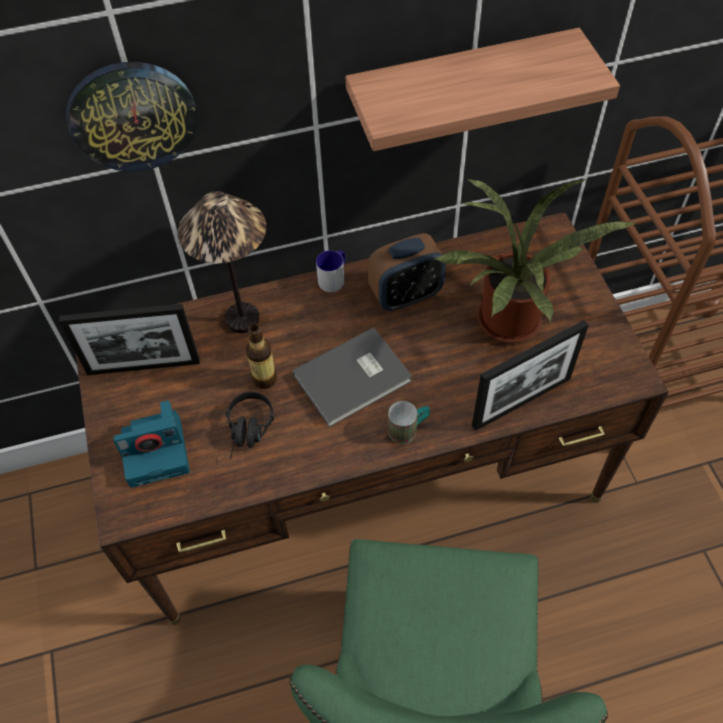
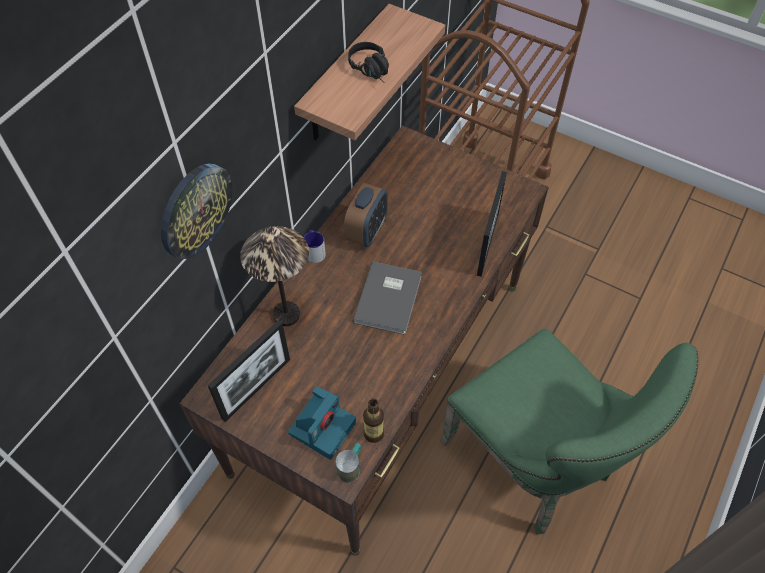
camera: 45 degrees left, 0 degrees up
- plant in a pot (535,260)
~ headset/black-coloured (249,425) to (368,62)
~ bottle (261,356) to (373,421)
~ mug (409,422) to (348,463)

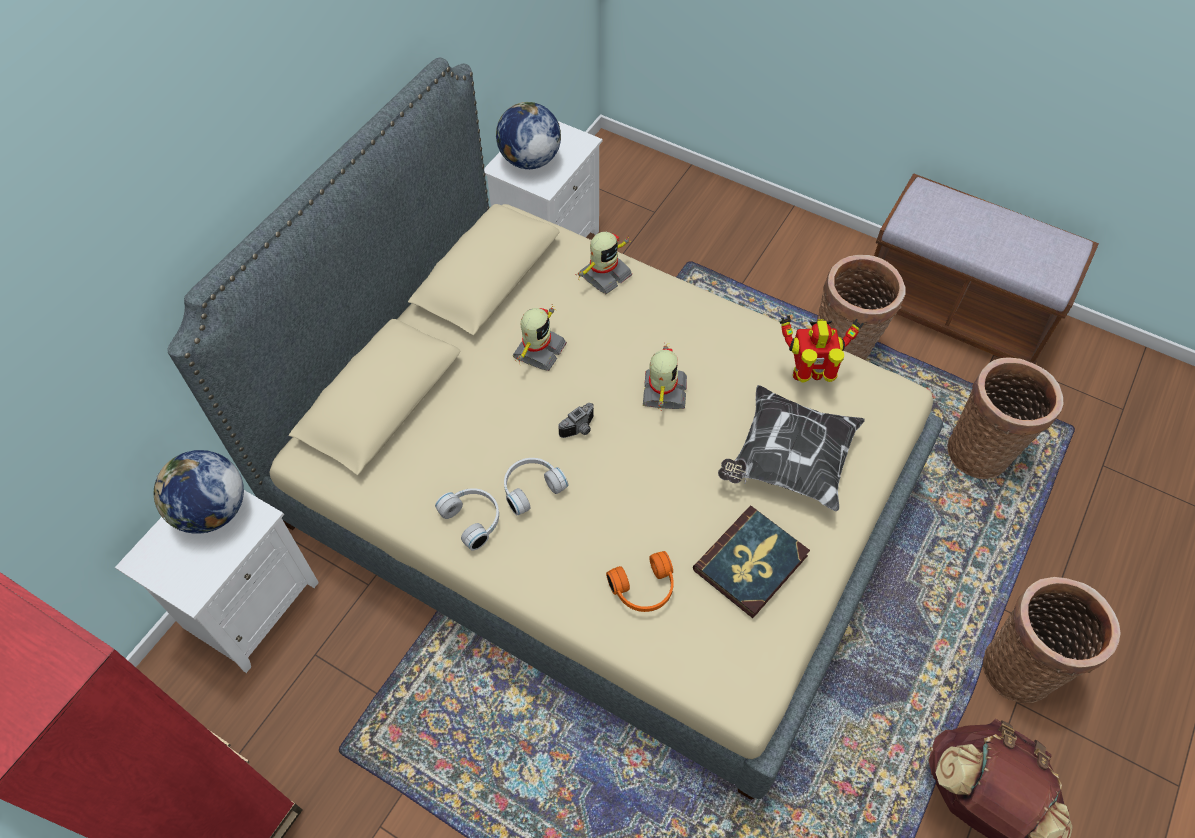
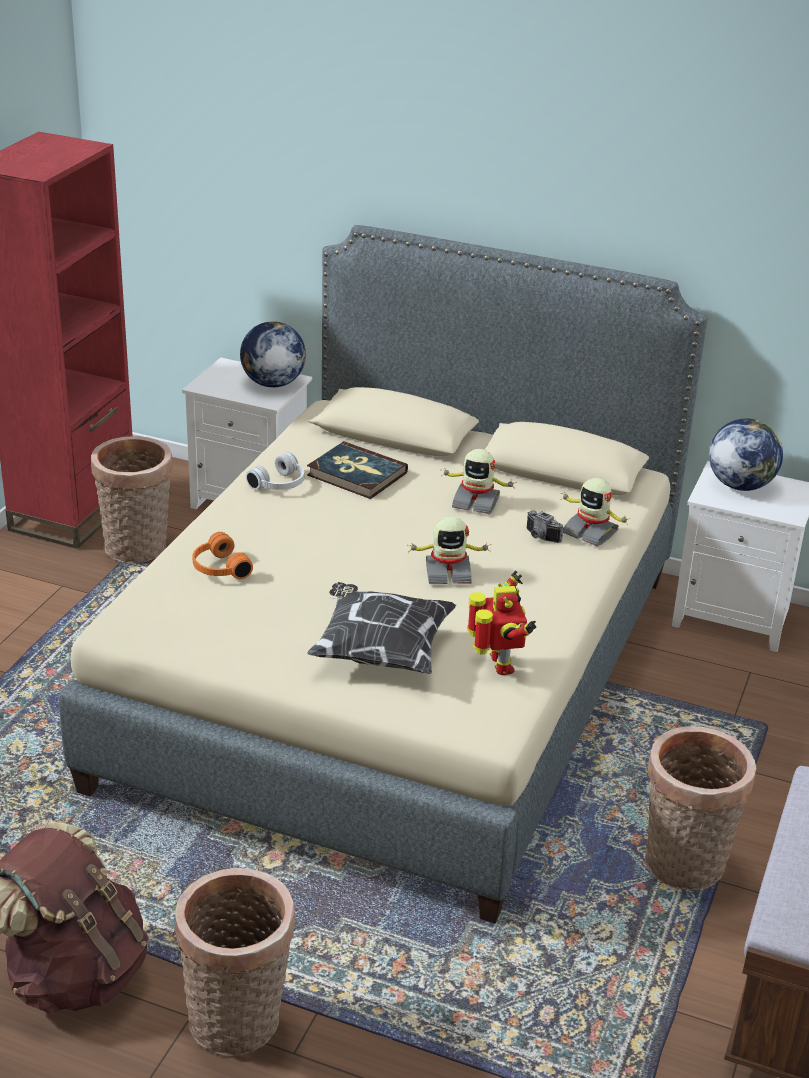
camera: 80 degrees right, 25 degrees down
- headset/white-coloured (536,486)
~ still camera (576,420) to (545,526)
~ bound book (751,562) to (357,470)
~ household basket (1005,418) to (132,499)

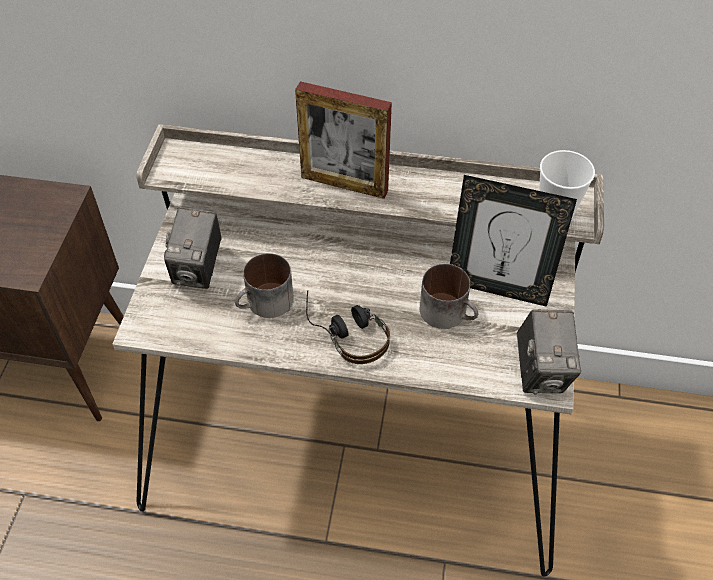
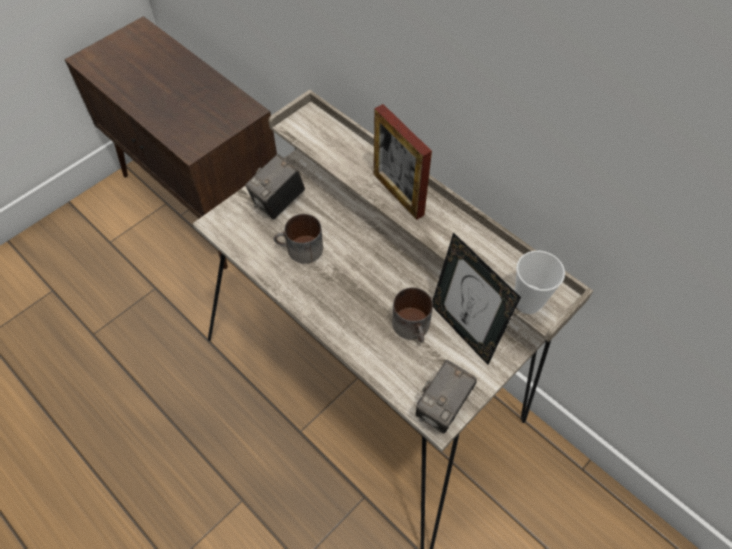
camera: 35 degrees right, 5 degrees up
- headset (348,327)

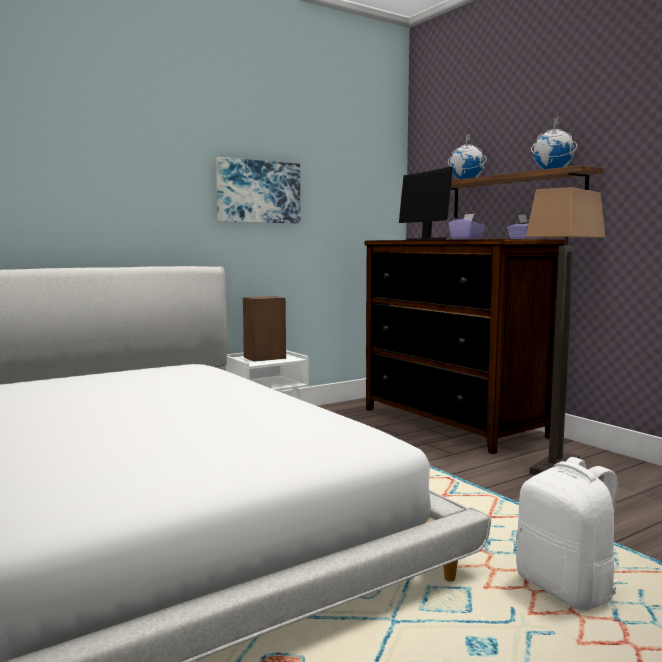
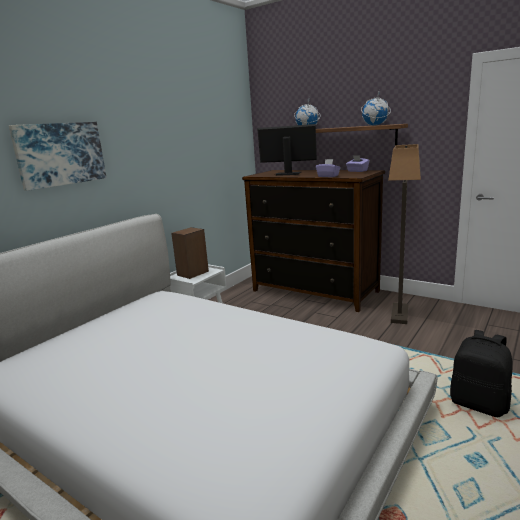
camera: 20 degrees left, 10 degrees up
~ picture (258,190) to (58,156)
~ backpack/white-coloured (568,533) to backpack/black-coloured (481,373)
~ computer display (426,203) = (287,150) 150 degrees clockwise

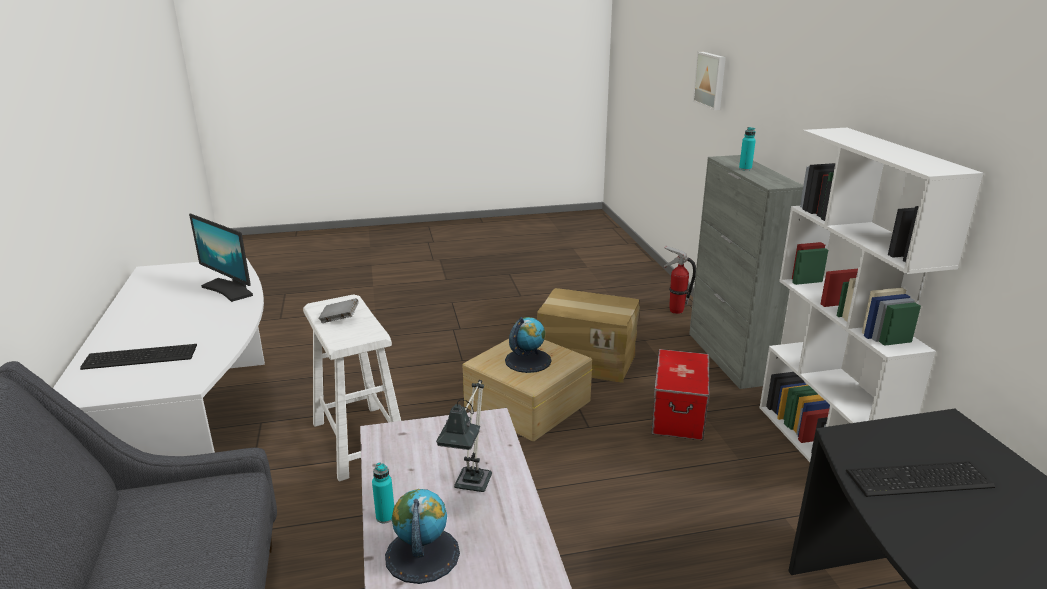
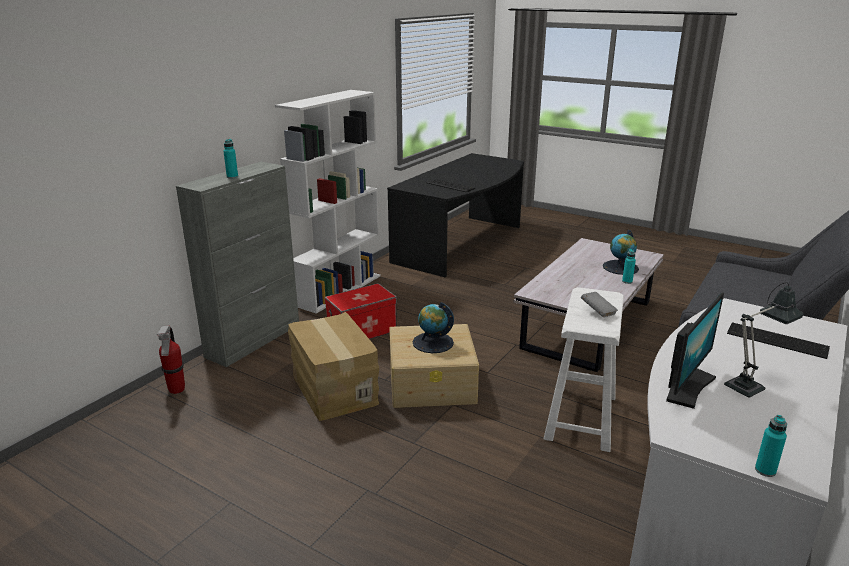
camera: 135 degrees left, 0 degrees up
- picture (709,81)
+ bottle/blue-green (771,446)
~ table lamp (464,436) to (764,339)
~ computer display (221,257) = (695,350) 45 degrees clockwise

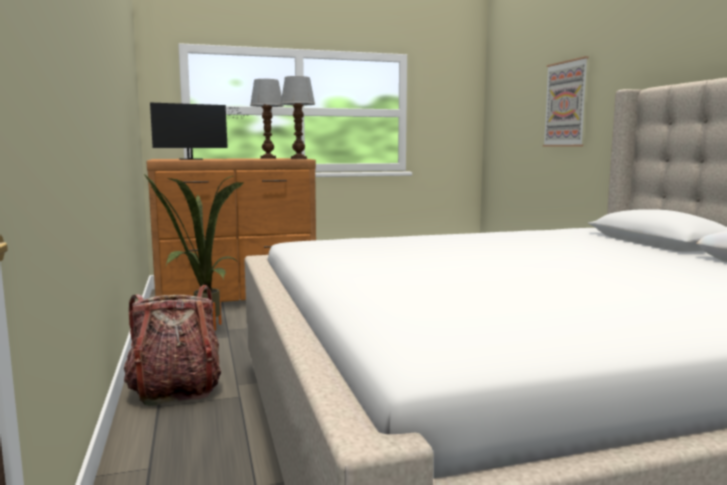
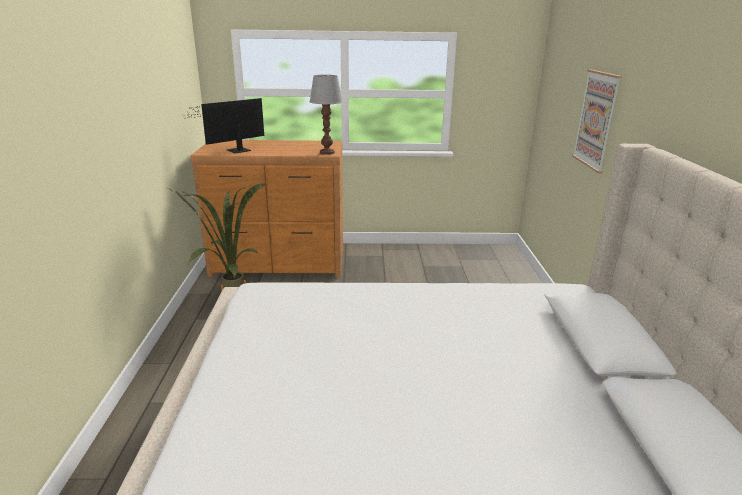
camera: 15 degrees right, 15 degrees up
- backpack (172,345)
- table lamp (267,119)
~ computer display (197,131) = (222,126) 150 degrees clockwise

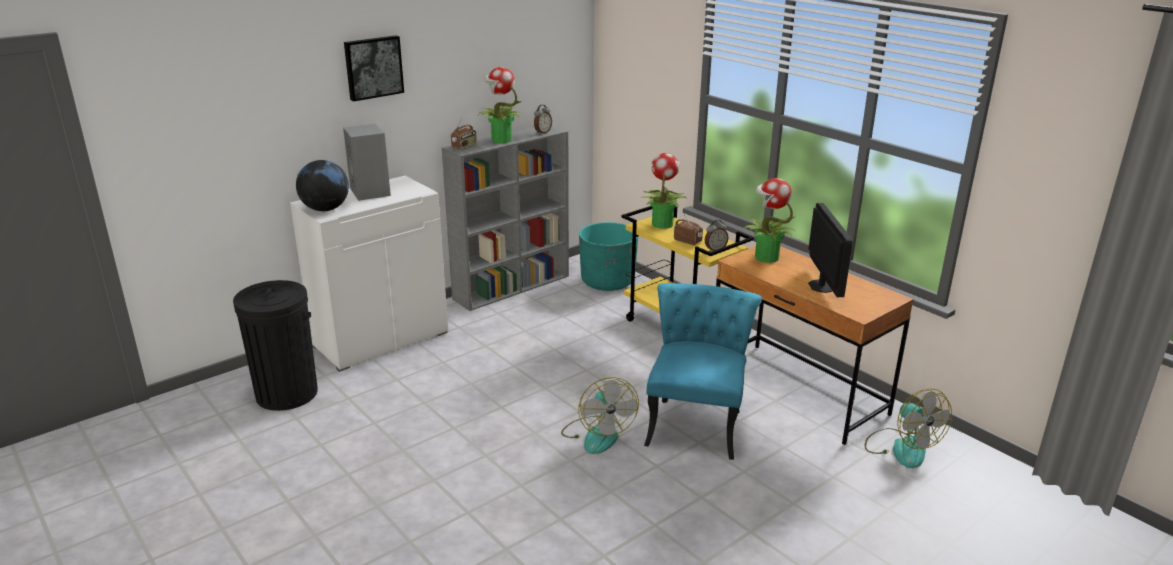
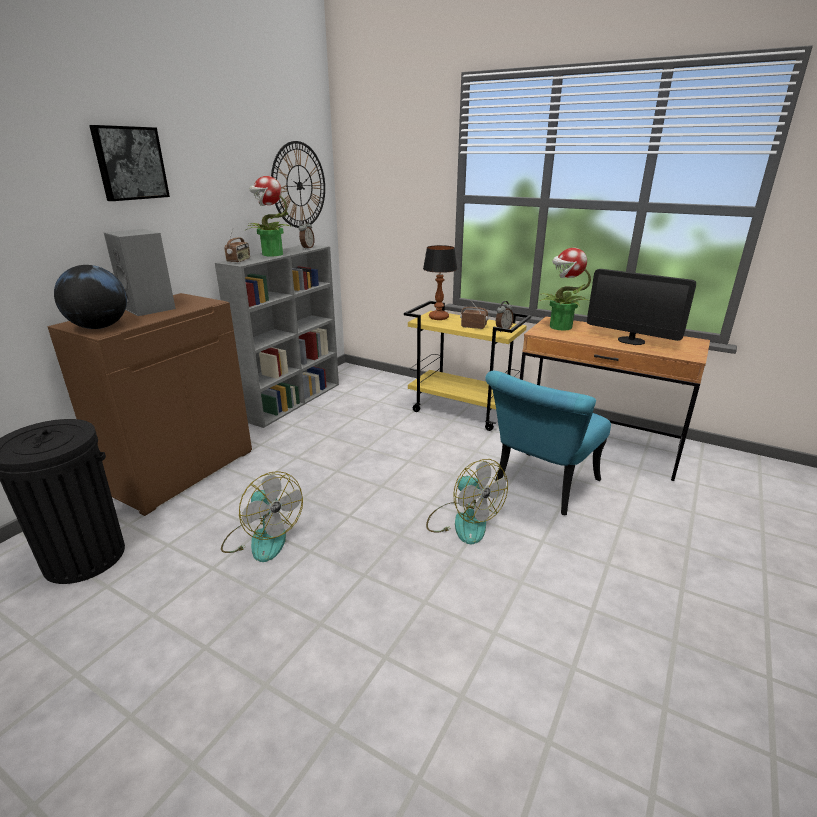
camera: 20 degrees left, 0 degrees up
- plant pot/blue-green (608,256)
+ wall clock (298,184)
~ electric fan (908,428) to (262,516)
~ plant in a pot (664,191) to table lamp (440,282)
~ storage cabinet/white-coloured (369,274) to storage cabinet/brownish (149,404)
~ plain chair/blue-green (703,371) = (548,443) 135 degrees counterclockwise
~ computer display (830,250) = (641,307) 150 degrees clockwise

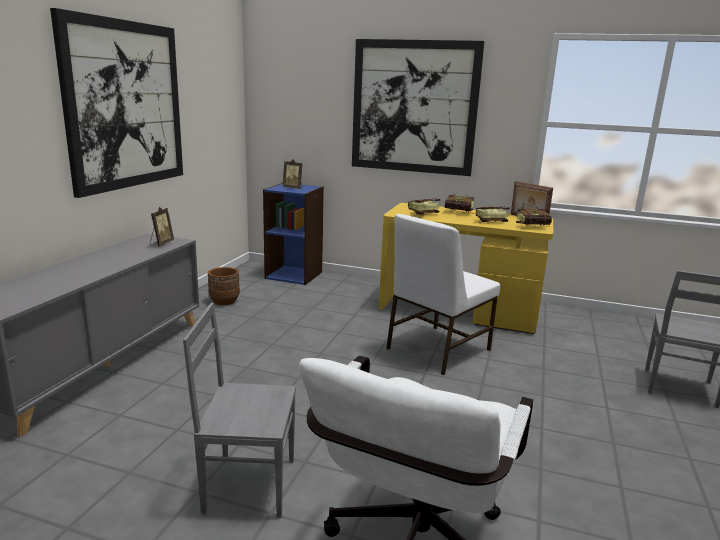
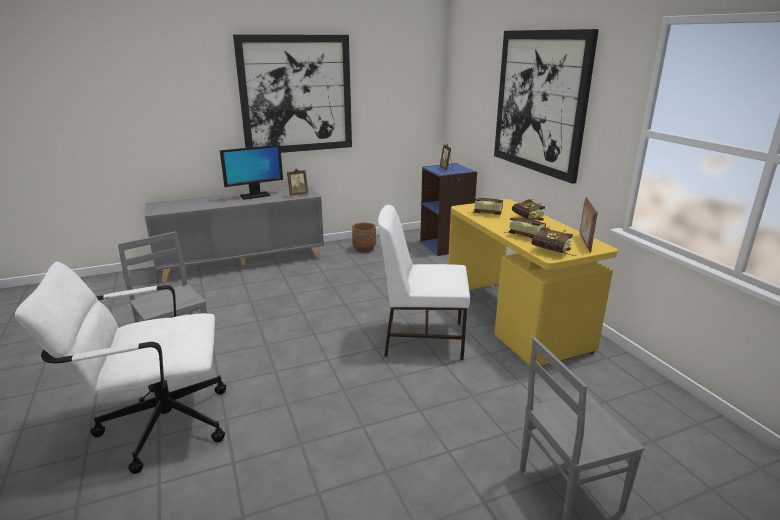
camera: 50 degrees right, 5 degrees up
+ computer display (251,172)

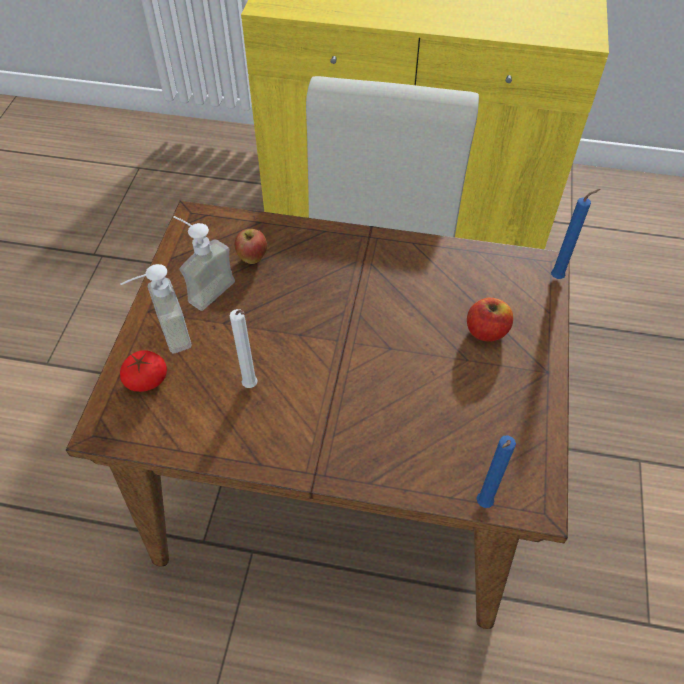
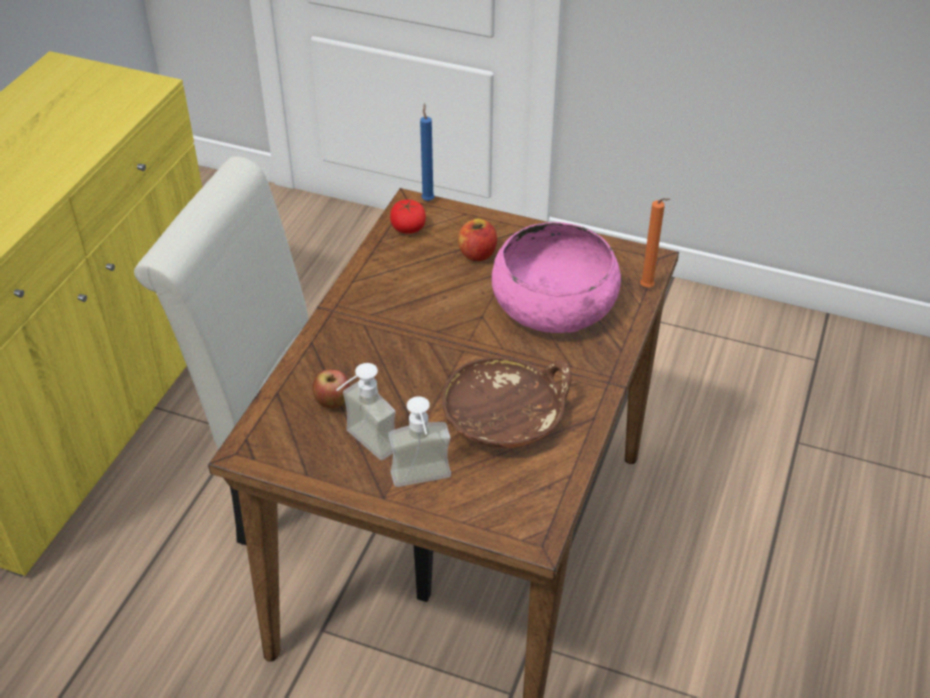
camera: 80 degrees left, 10 degrees down
+ serving bowl/pinkish (556,277)
~ whole tomato (143,371) to (408,217)
~ wax candle/white-coloured (244,348) to serving bowl/brownish (507,402)
~ wax candle/bluish (496,471) to wax candle/orange (655,243)

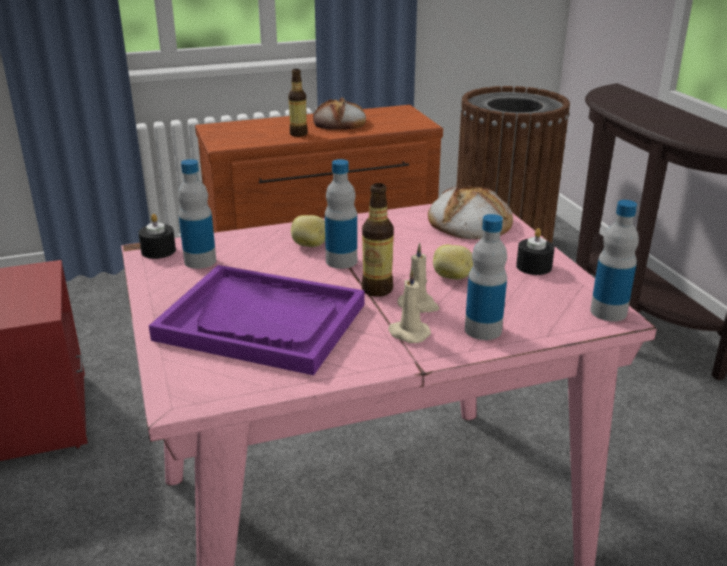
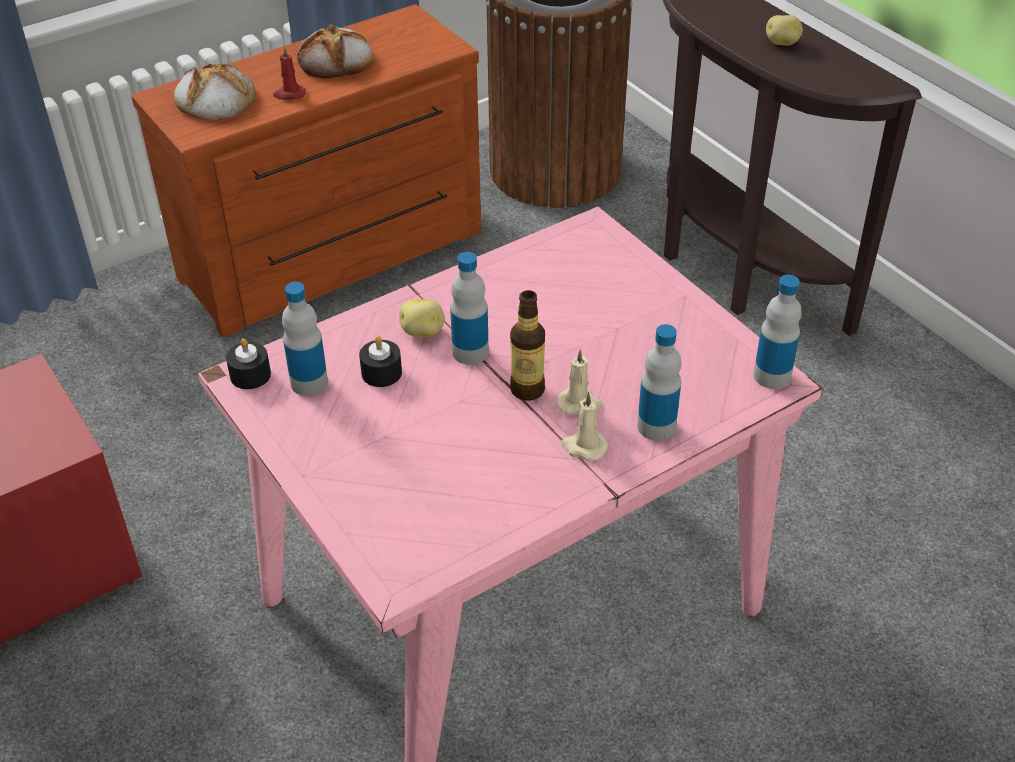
camera: 15 degrees left, 15 degrees up
- carrying tray/purplish (256,320)
~ bread (470,212) to (215,91)
~ whole potato (453,262) to (784,30)
~ wax candle/black-coloured (535,251) to (380,361)
~ bottle (298,103) to wax candle/red-coloured (289,73)

